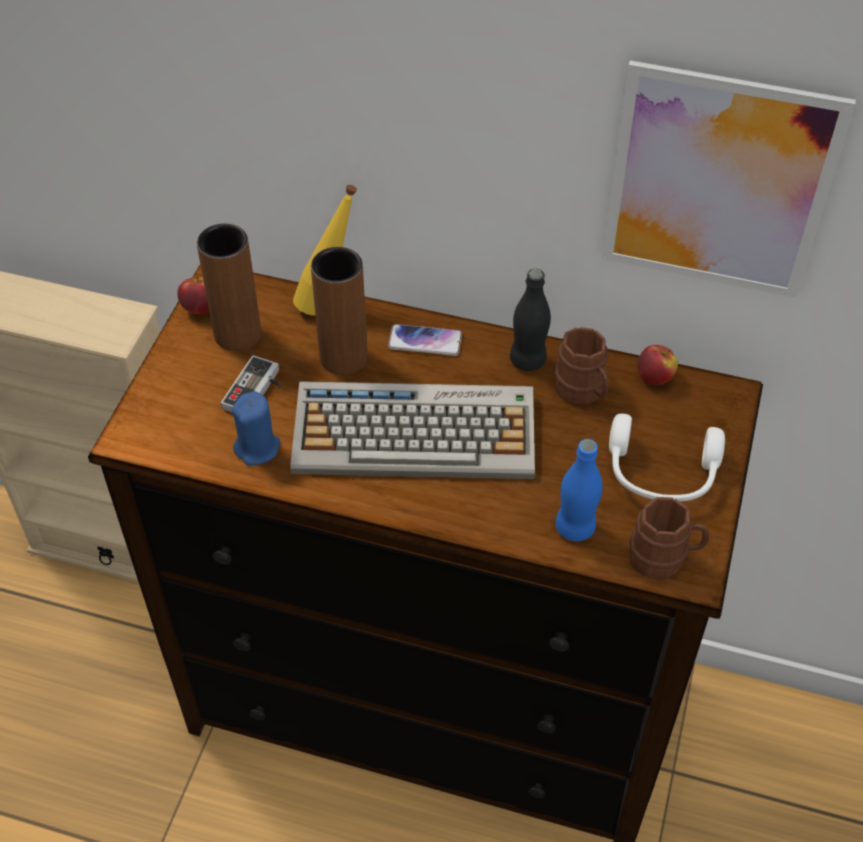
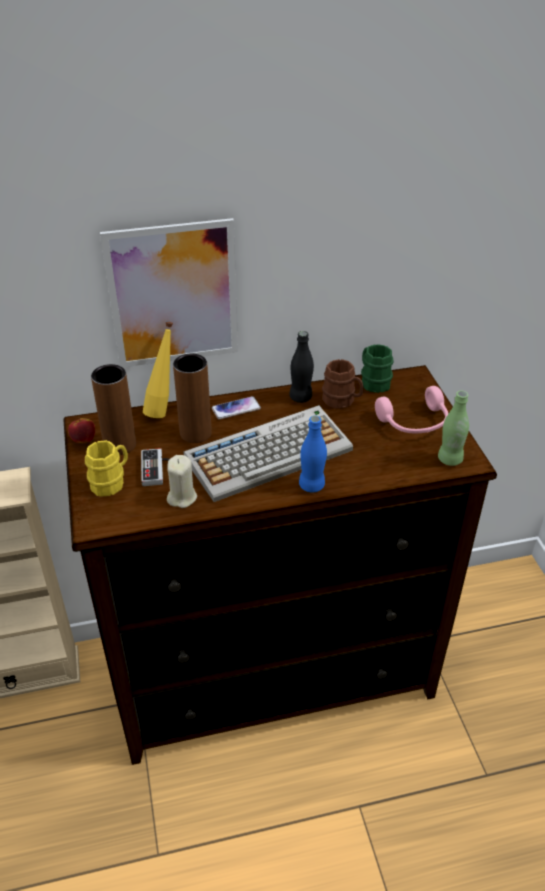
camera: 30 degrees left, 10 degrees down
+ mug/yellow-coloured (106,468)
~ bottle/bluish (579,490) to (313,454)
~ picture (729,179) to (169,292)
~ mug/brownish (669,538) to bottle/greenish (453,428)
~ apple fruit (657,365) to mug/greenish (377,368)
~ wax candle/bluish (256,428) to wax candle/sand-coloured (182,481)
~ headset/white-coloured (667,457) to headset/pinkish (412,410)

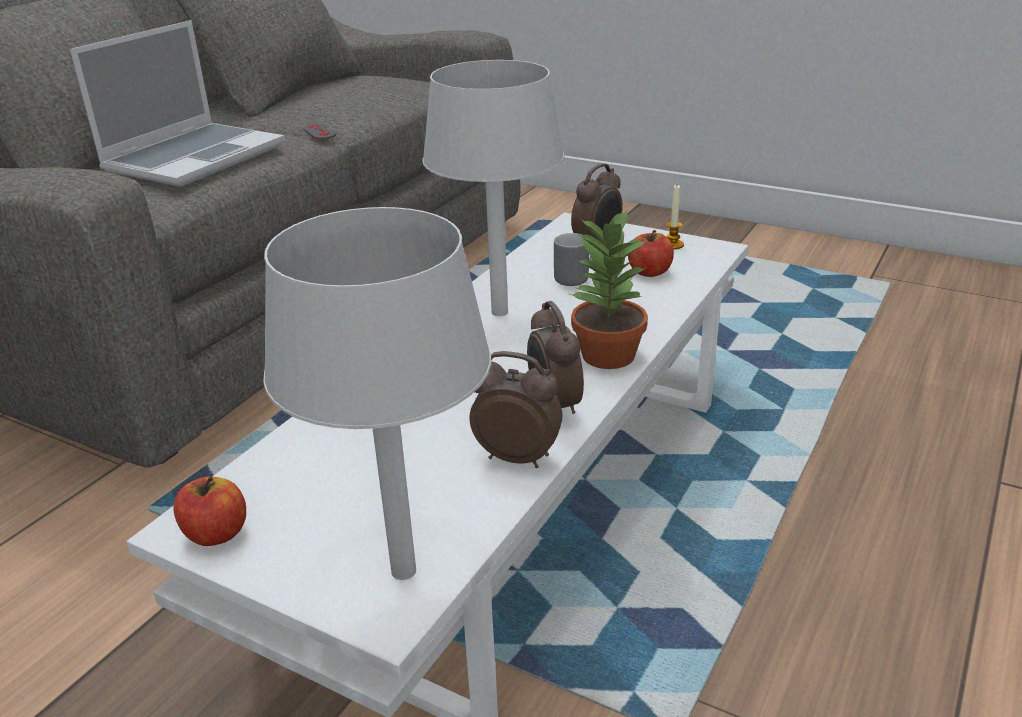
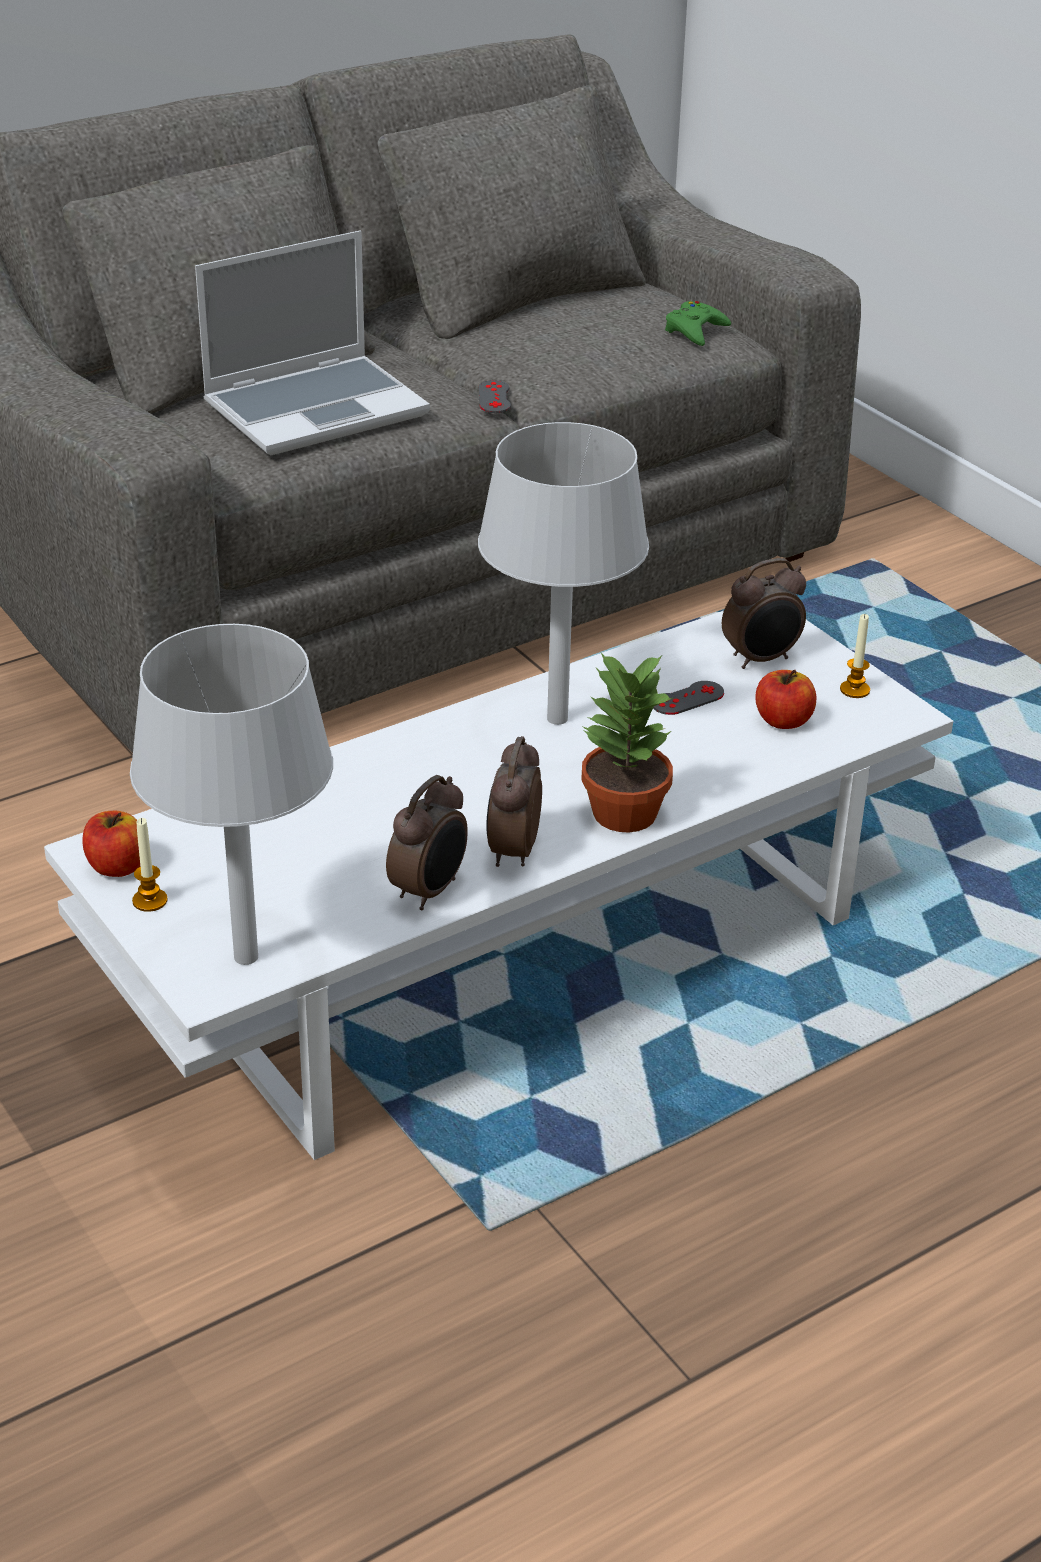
camera: 25 degrees right, 5 degrees up
+ wax candle (150,865)
+ joypad/greenish (698,323)
~ mug/gray (573,259) to joypad/gray (688,698)
~ table clock (515,409) = (427,842) 75 degrees clockwise

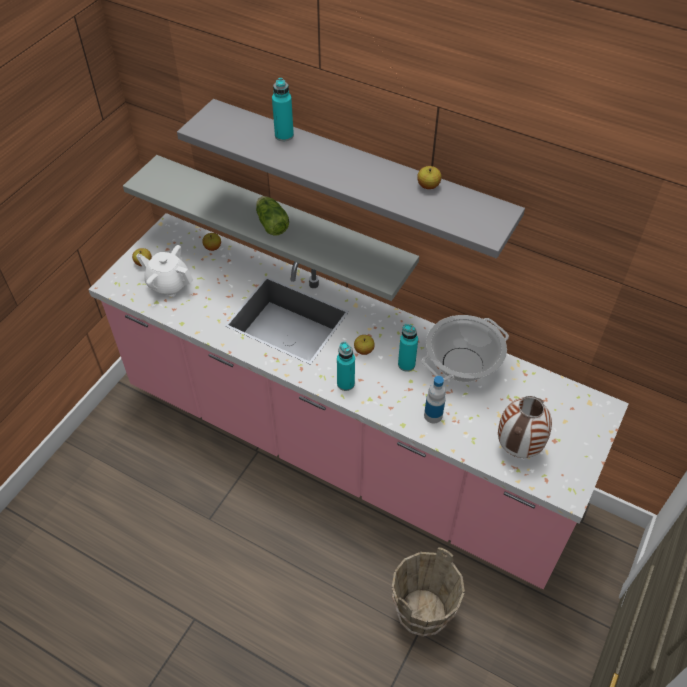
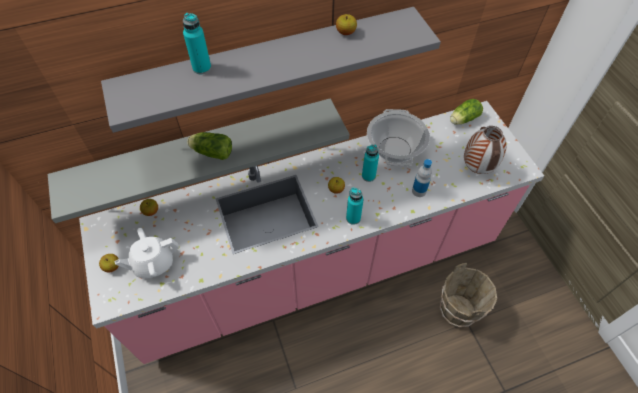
camera: 50 degrees left, 5 degrees up
+ head of lettuce (466,112)

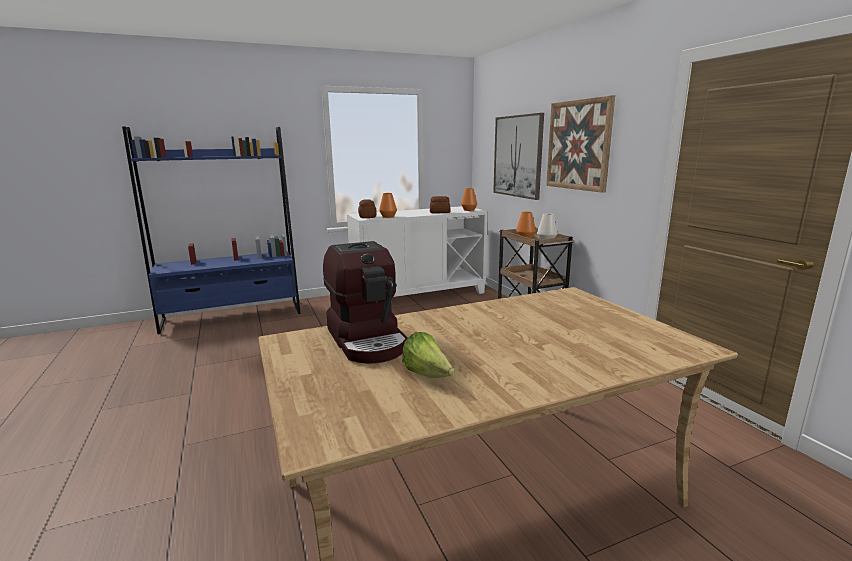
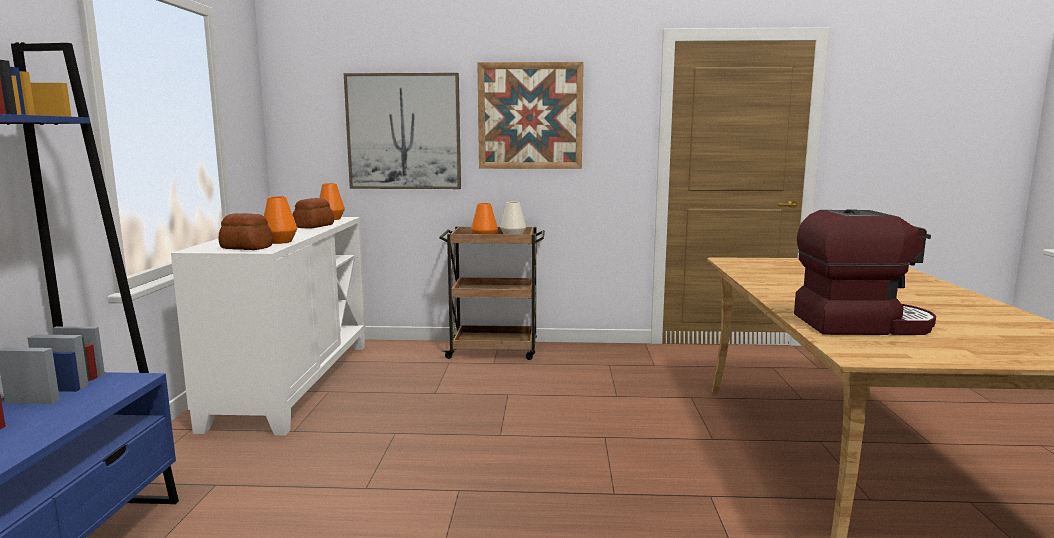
camera: 65 degrees left, 5 degrees down
- head of lettuce (428,355)

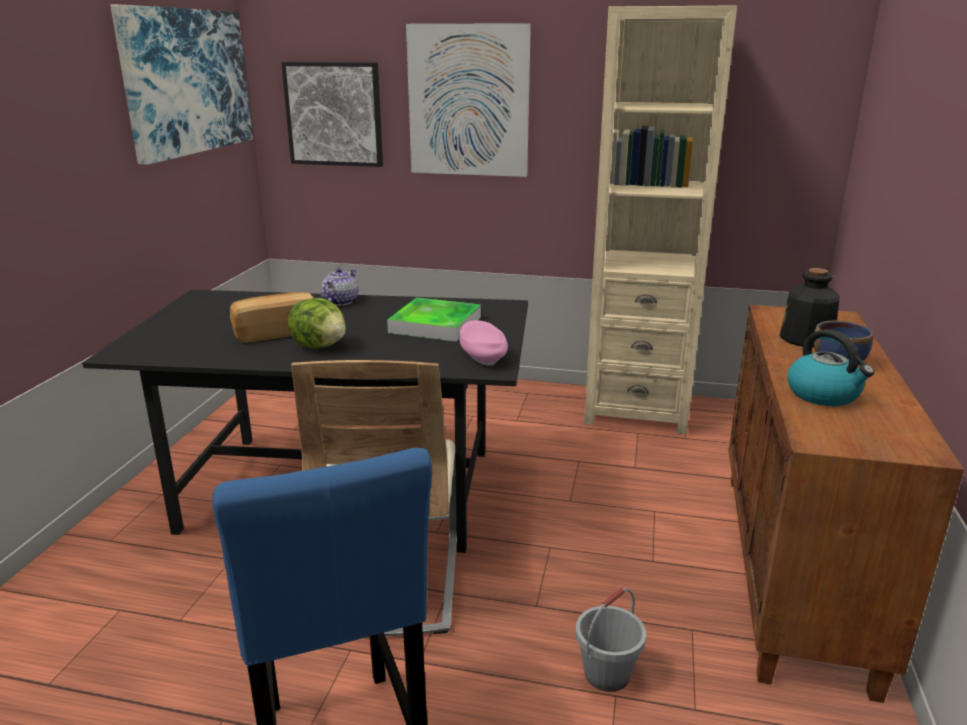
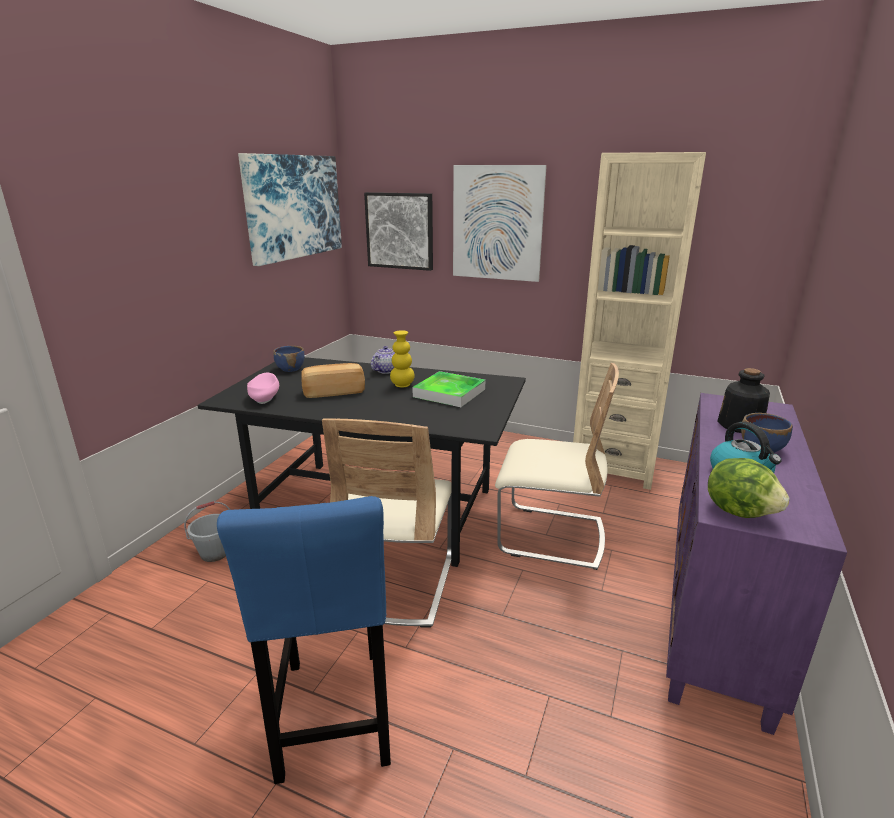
camera: 10 degrees right, 0 degrees up
+ serving bowl/bluish (288,359)
+ flower vase/yellow-coloured (402,358)
+ plain chair/sand-coloured (557,466)
~ head of lettuce (317,323) to (748,488)
~ serving bowl/pinkish (483,343) to (263,388)
~ bucket/gray (611,640) to (207,531)
~ storage cabinet/brownish (846,504) to storage cabinet/purplish (756,564)

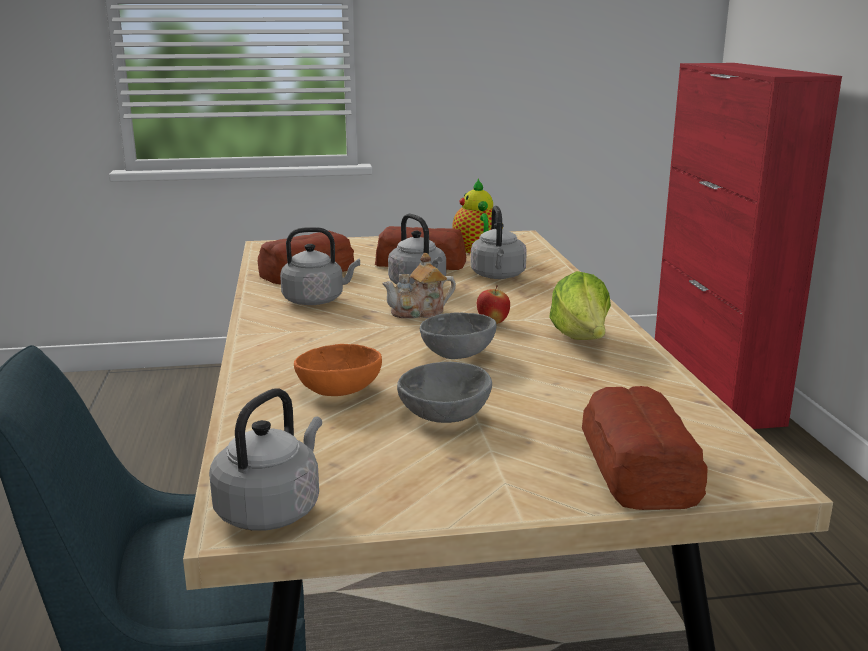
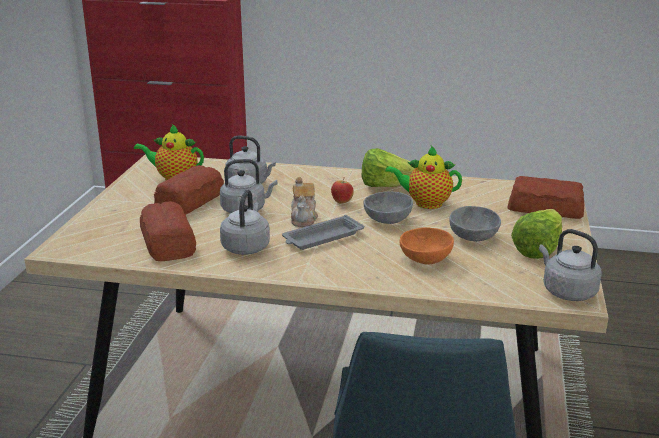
camera: 70 degrees left, 5 degrees up
+ carrying tray/gray (323,232)
+ teapot (423,177)
+ head of lettuce (536,234)

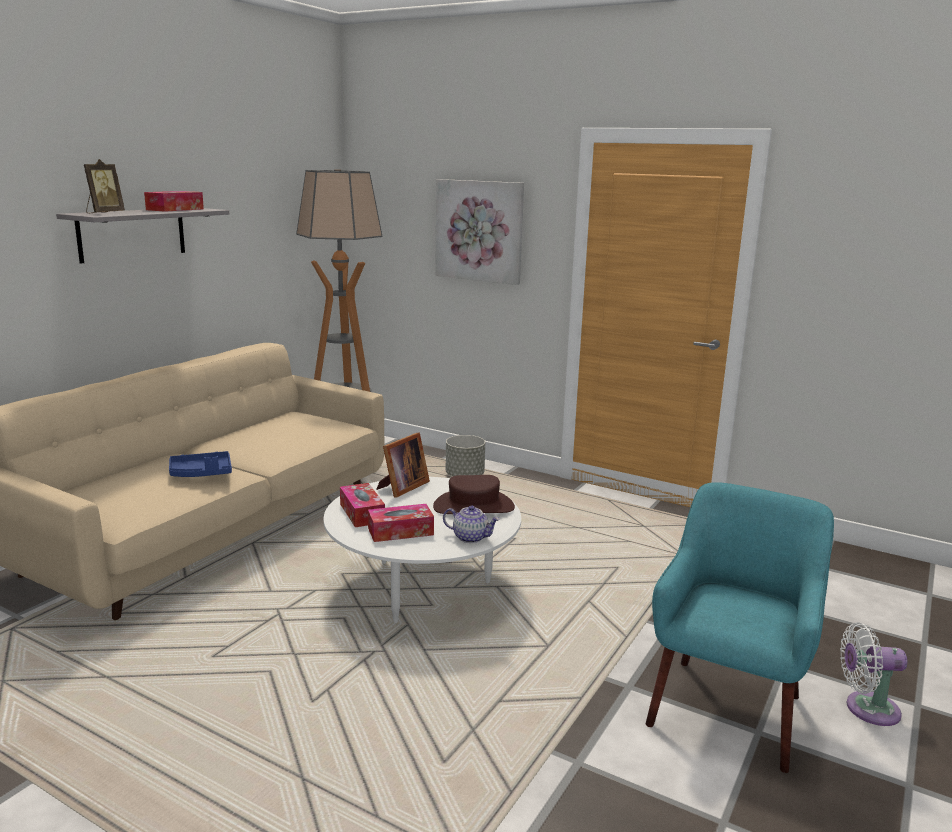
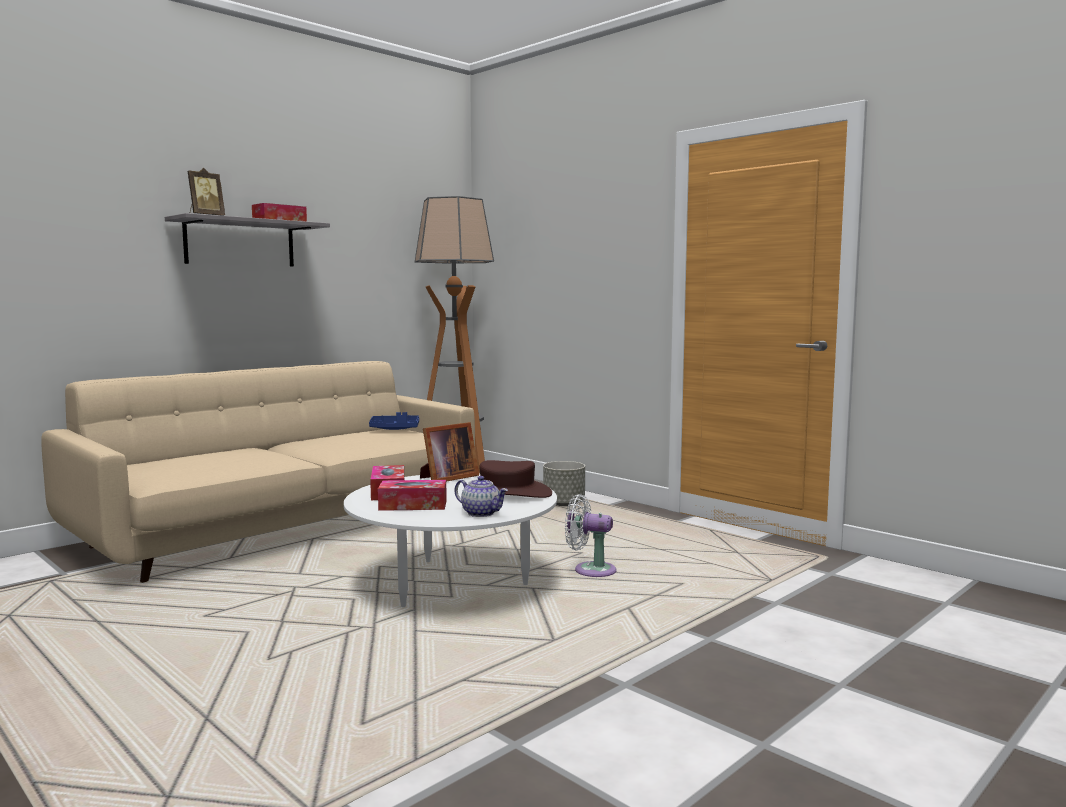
camera: 15 degrees right, 10 degrees down
- picture (479,232)
- armchair/blue-green (740,627)
~ carrying tray/bluish (200,464) to (394,421)
~ electric fan/white-coloured (873,674) to (591,535)

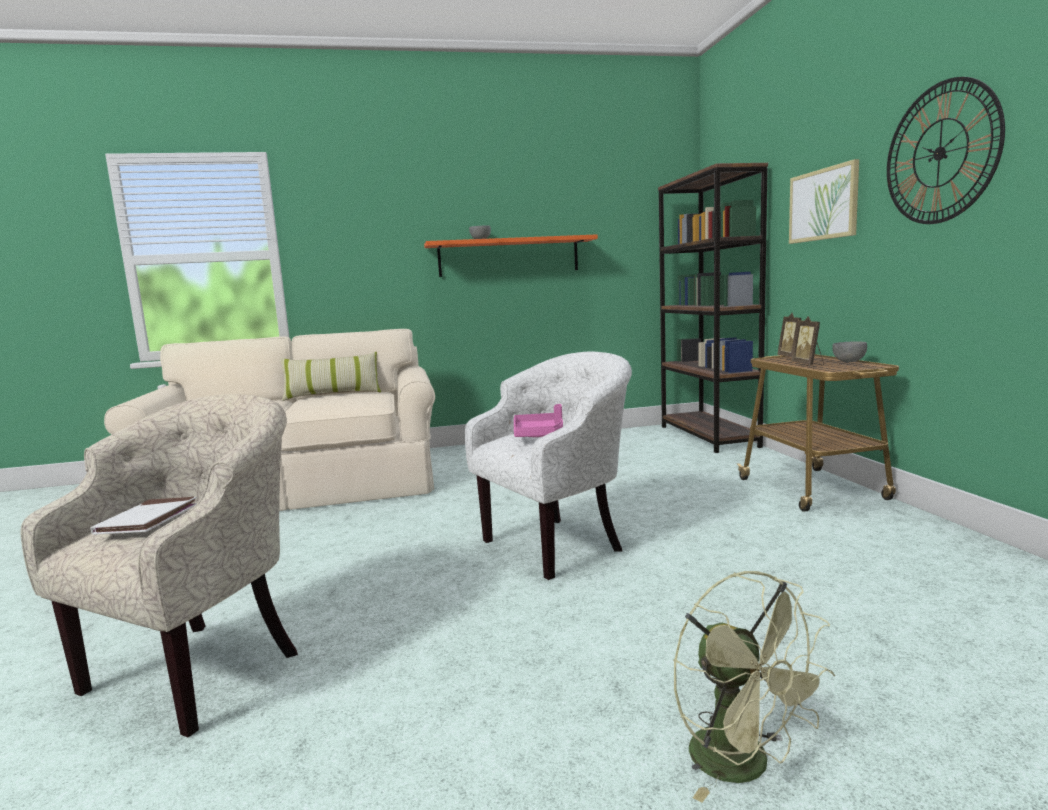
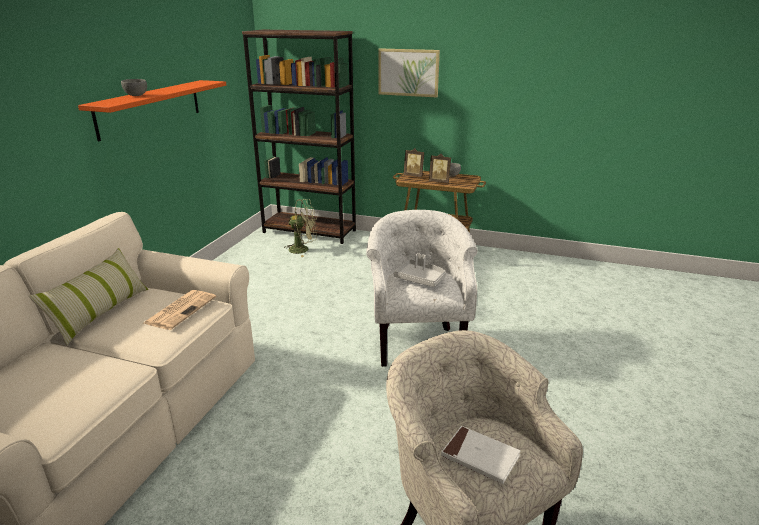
camera: 60 degrees left, 15 degrees up
- wall clock (946,150)
+ newspaper (180,310)
~ electric fan/greenish (754,686) to (301,228)
~ carrying tray/pinkish (538,420) to carrying tray/gray (420,270)

